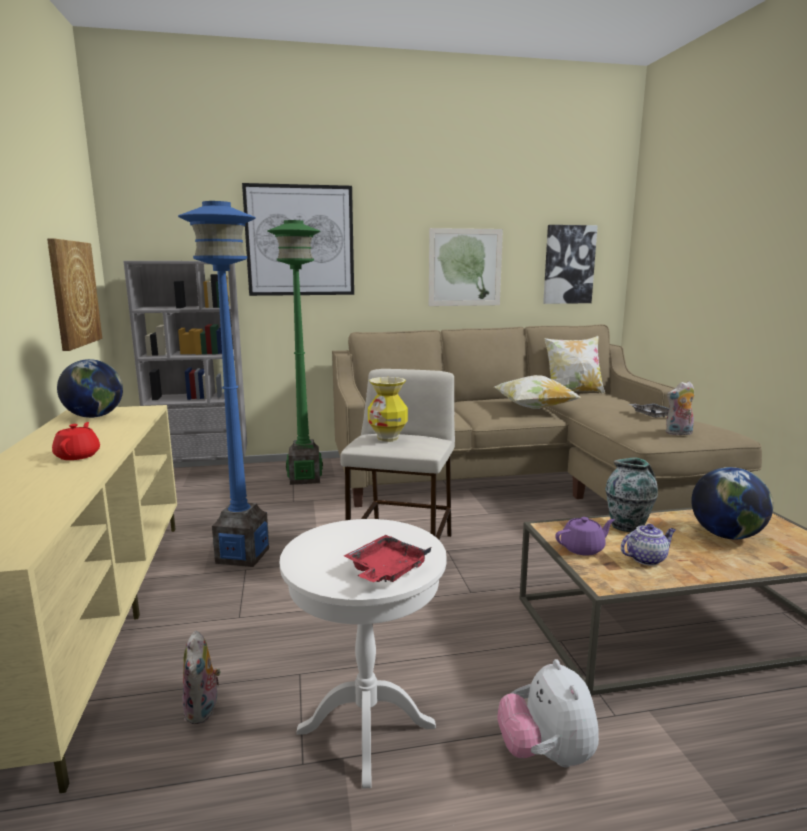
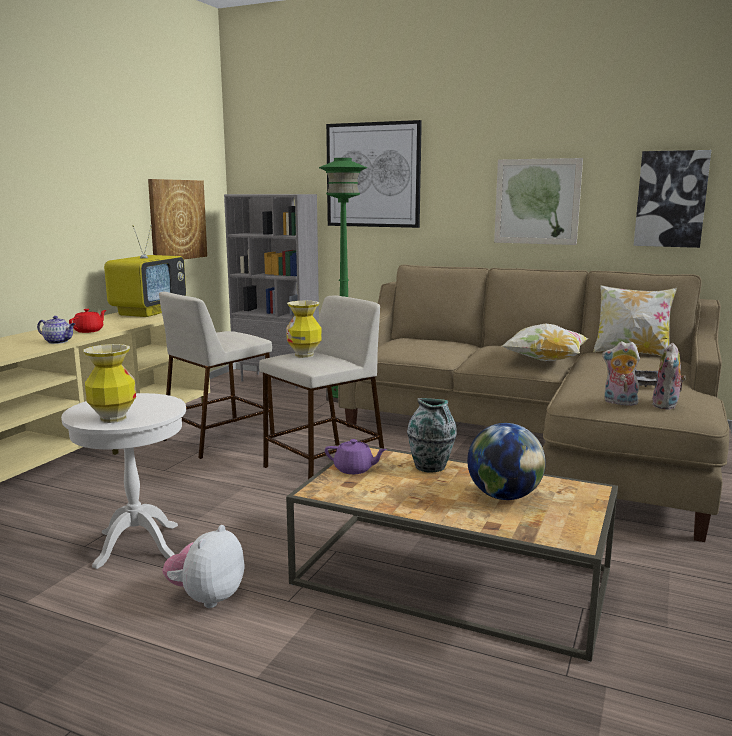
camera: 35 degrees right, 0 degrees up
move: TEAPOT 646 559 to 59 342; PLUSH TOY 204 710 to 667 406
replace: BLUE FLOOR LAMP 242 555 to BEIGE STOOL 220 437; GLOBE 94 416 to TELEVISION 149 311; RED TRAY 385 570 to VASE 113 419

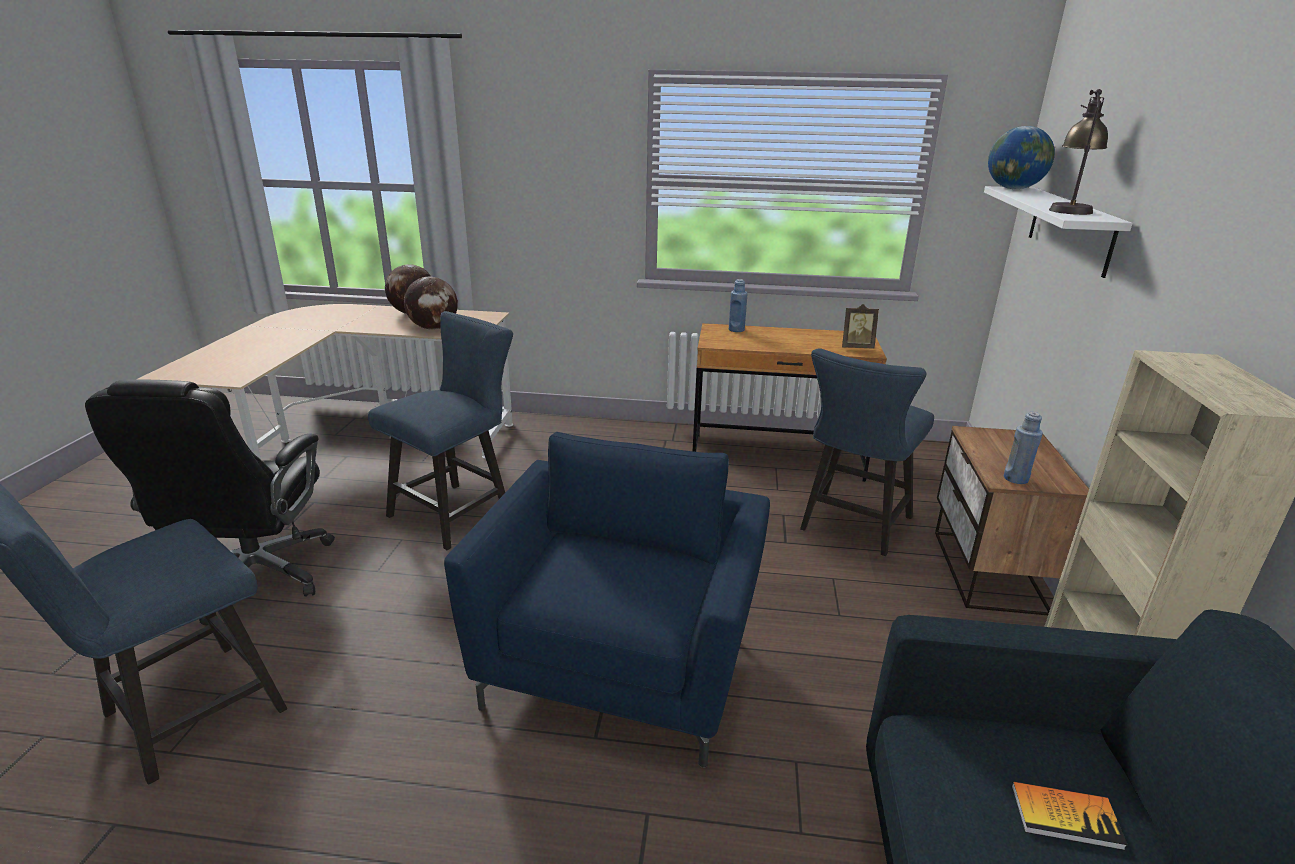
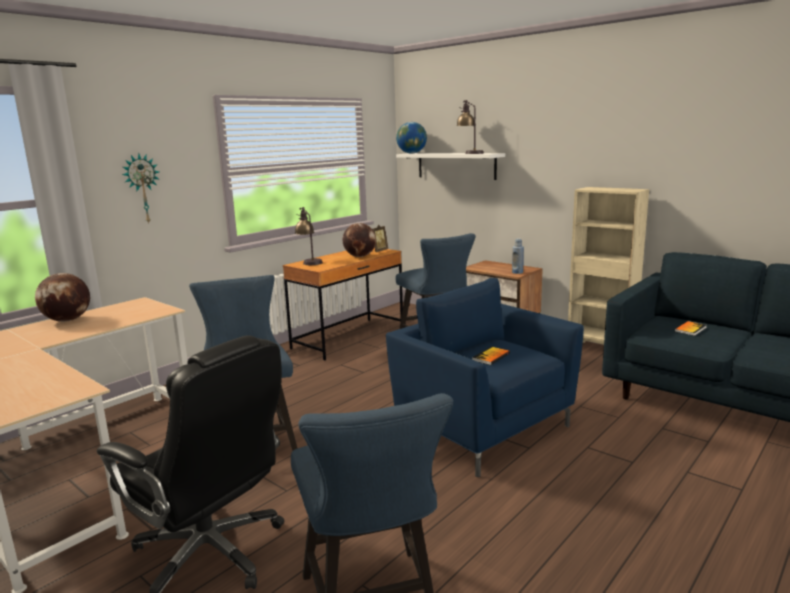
camera: 55 degrees left, 10 degrees down
insert: WALL CLOCK 142 189; BOOK 491 357
move: GLOBE 434 328 to 360 256
replace: BLUE BOTTLE 736 330 to TABLE LAMP 309 262

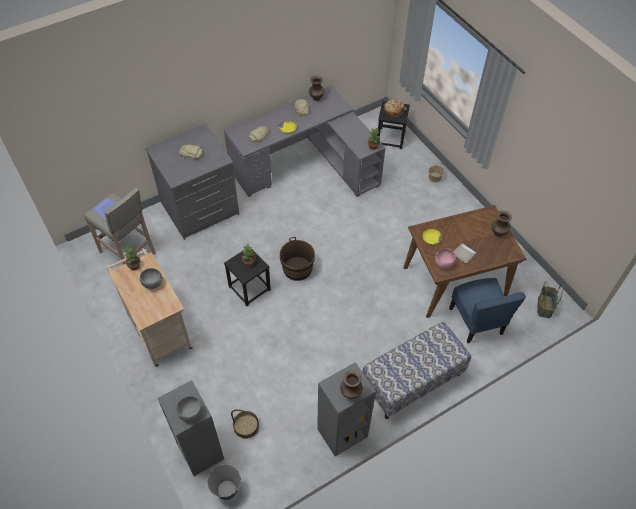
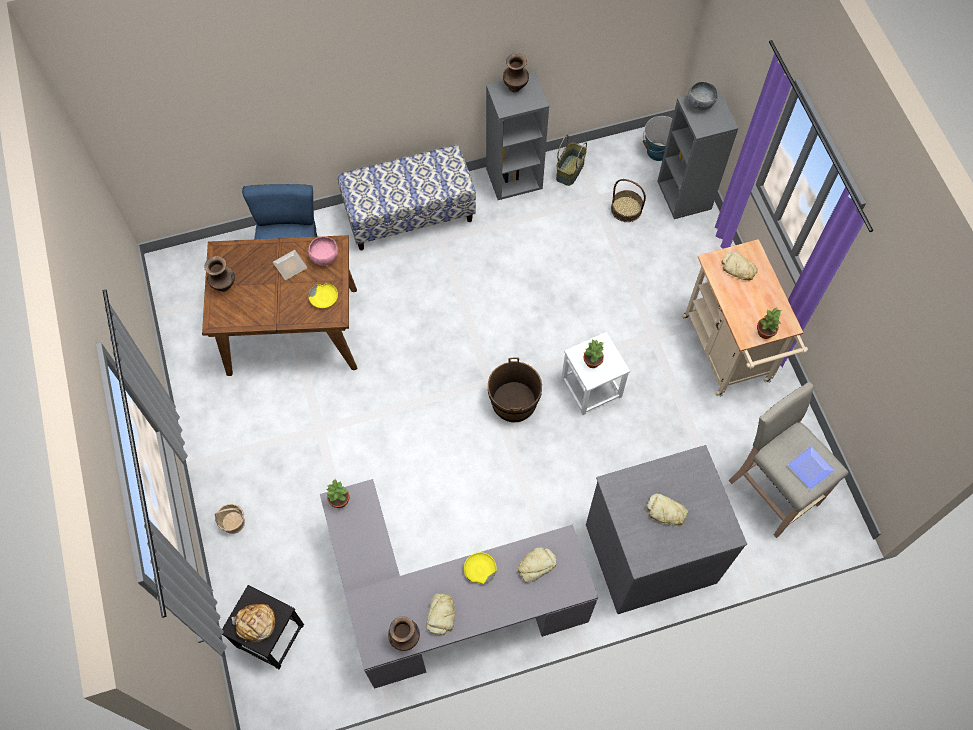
camera: 165 degrees left, 10 degrees up
delete: GREY BOWL 153 284
insert: BREAD 738 269
move: BASKET 545 306 to 569 170
recolor: BLACK STOOL 249 288 to WHITE STOOL 592 387

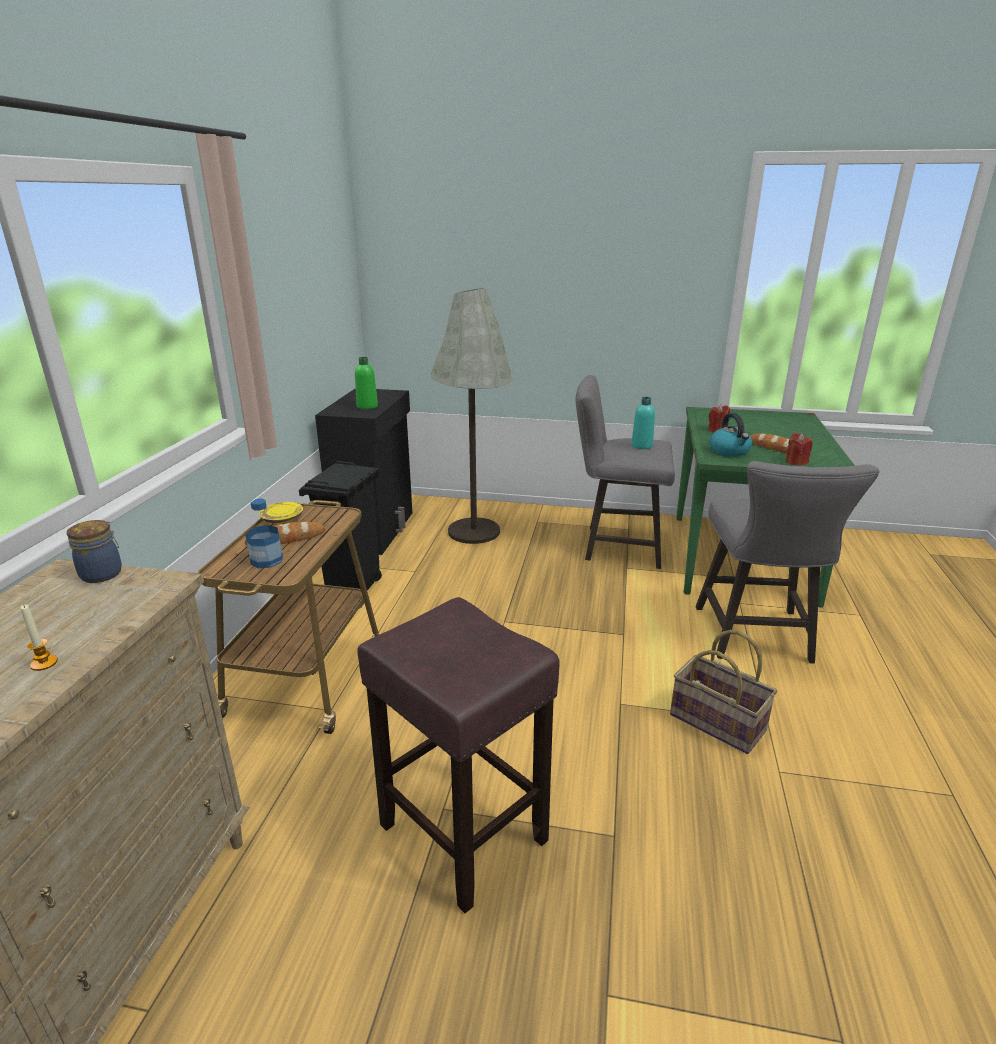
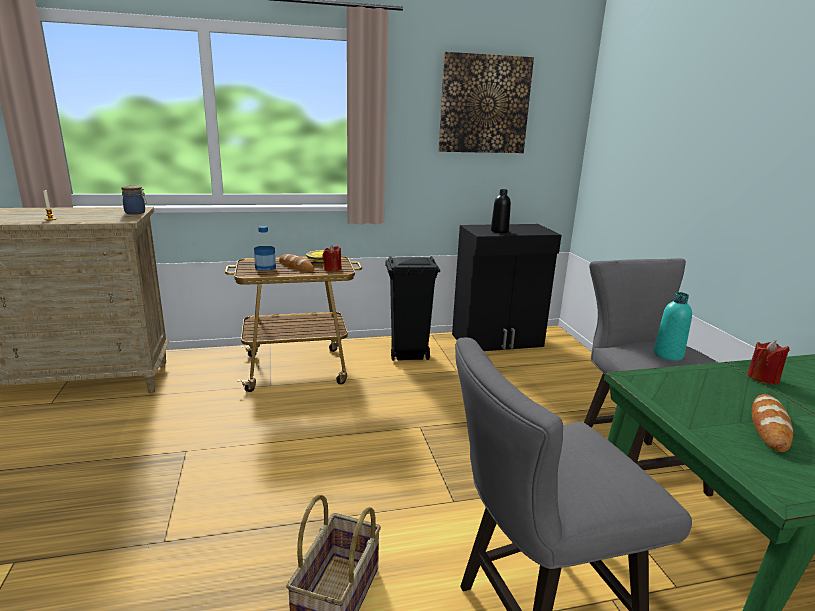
camera: 65 degrees right, 5 degrees down
delete: GREY FLOOR LAMP 474 531; KETTLE 729 451; BROWN STOOL 460 831
insert: PICTURE 484 104
move: RED CANDLE 796 462 to 332 269
recolor: GREEN BOTTLE 367 406 to BLACK BOTTLE 499 231

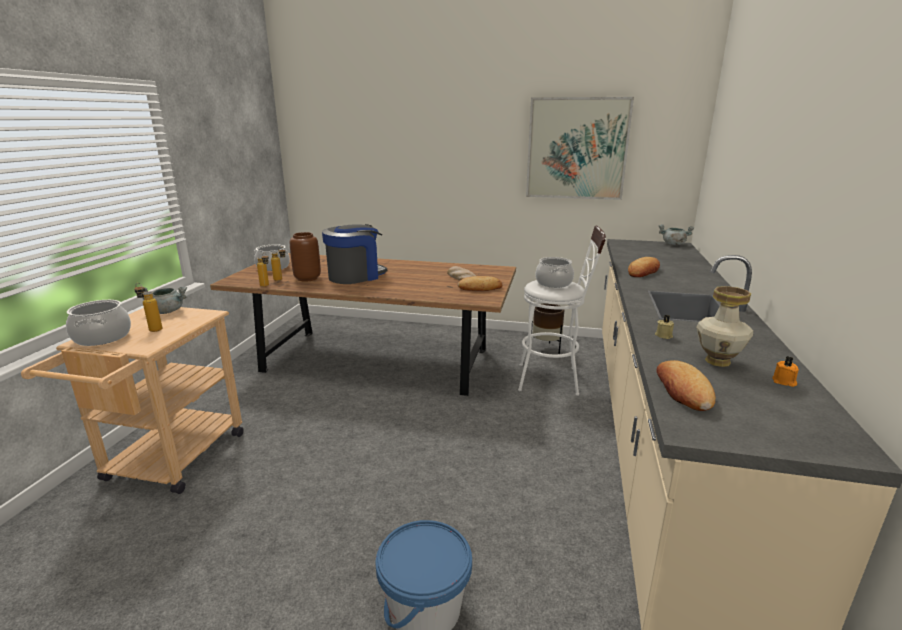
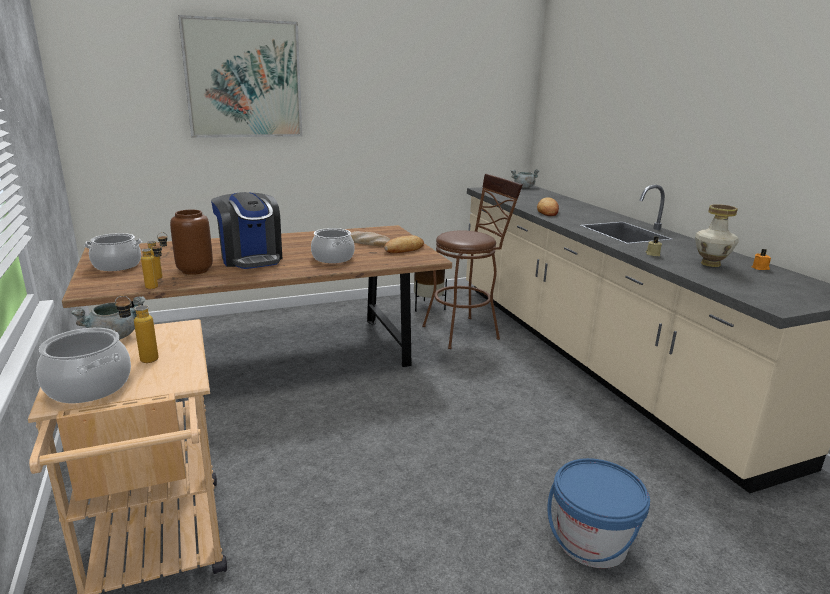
camera: 35 degrees left, 0 degrees up
delete: BREAD 683 391
move: PICTURE 577 149 to 243 79; COOKING POT 554 283 to 333 258
recolor: WHITE STOOL 554 379 to BROWN STOOL 466 331
rotate: COFFEE MACHINE 355 276 = 251 258 135 degrees clockwise

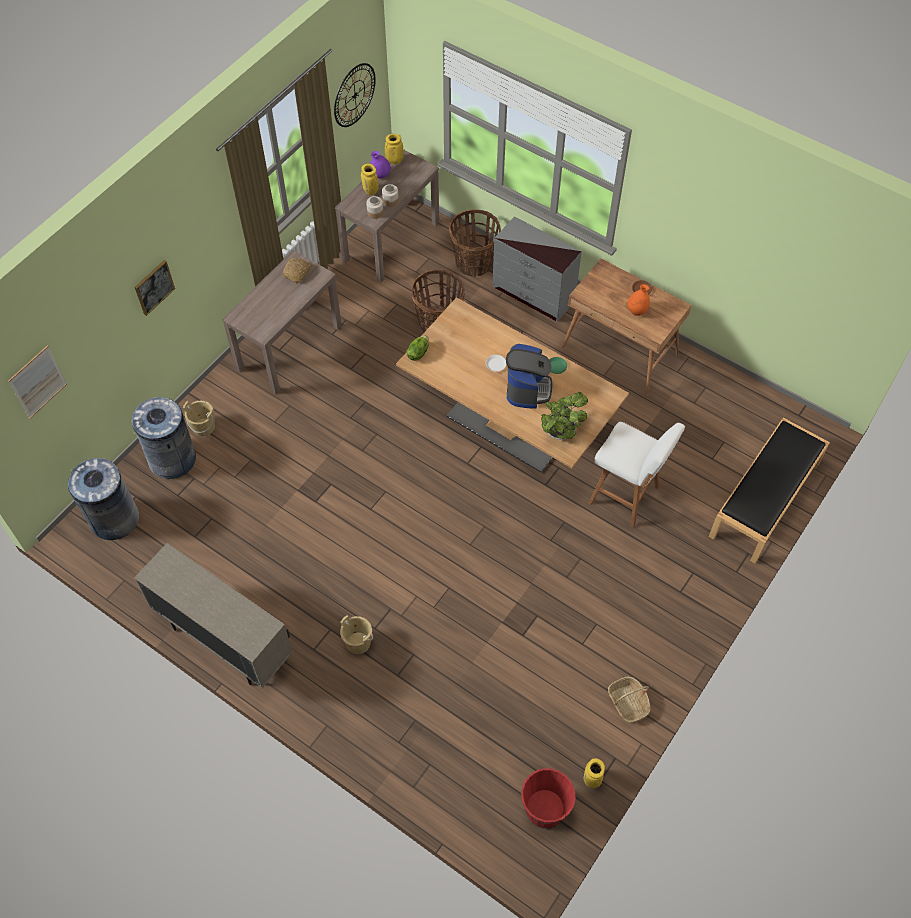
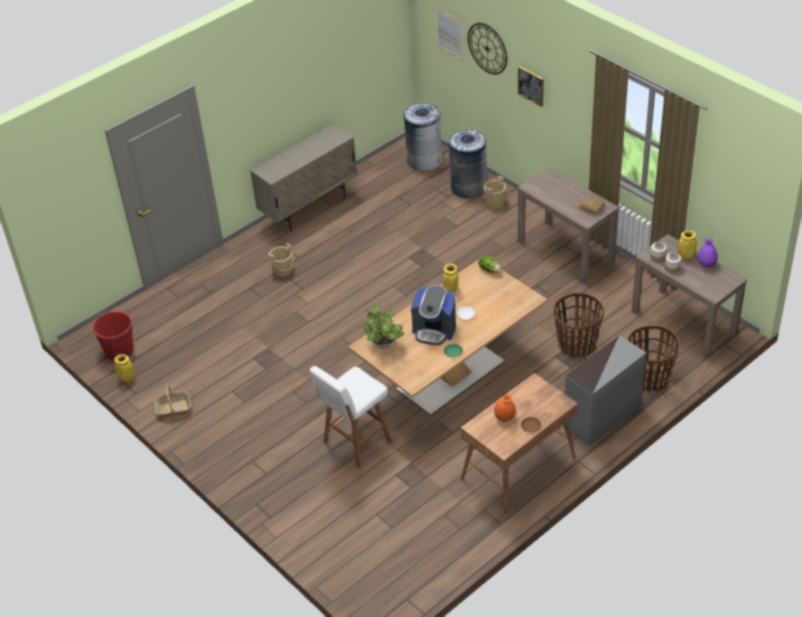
camera: 105 degrees right, 15 degrees down
delete: BLACK BENCH 764 501
move: WALL CLOCK 354 95 to 487 48; YELLOW VASE 394 161 to 450 290

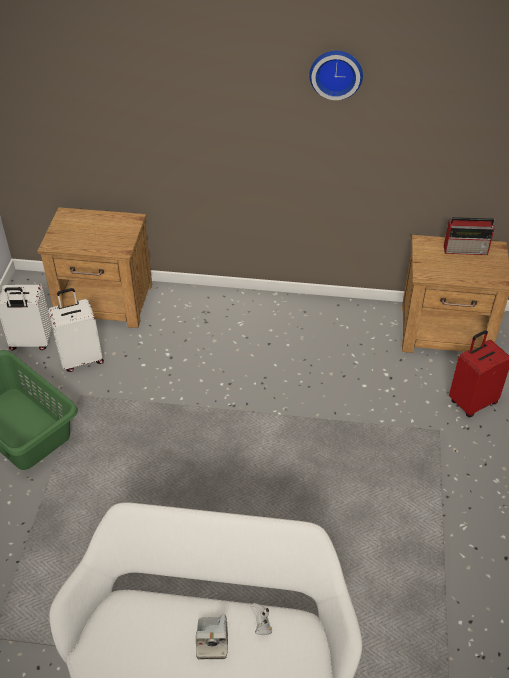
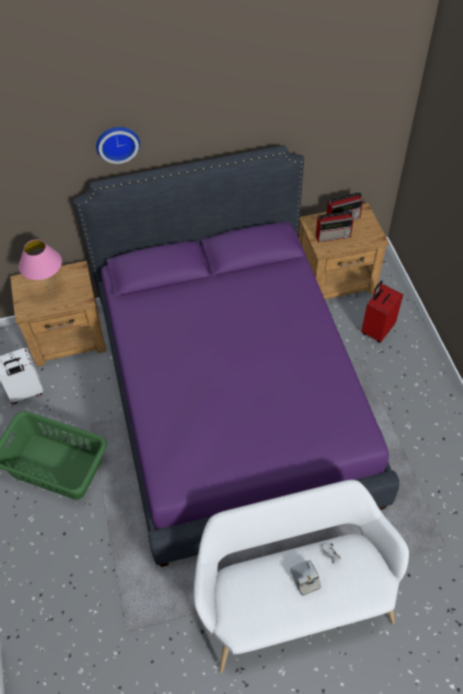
camera: 20 degrees left, 10 degrees up
delete: WHITE SUITCASE 81 359
insert: PURPLE BED 233 400; RADIO 333 236; PINK TABLE LAMP 50 292
move: WALL CLOCK 336 73 to 117 142

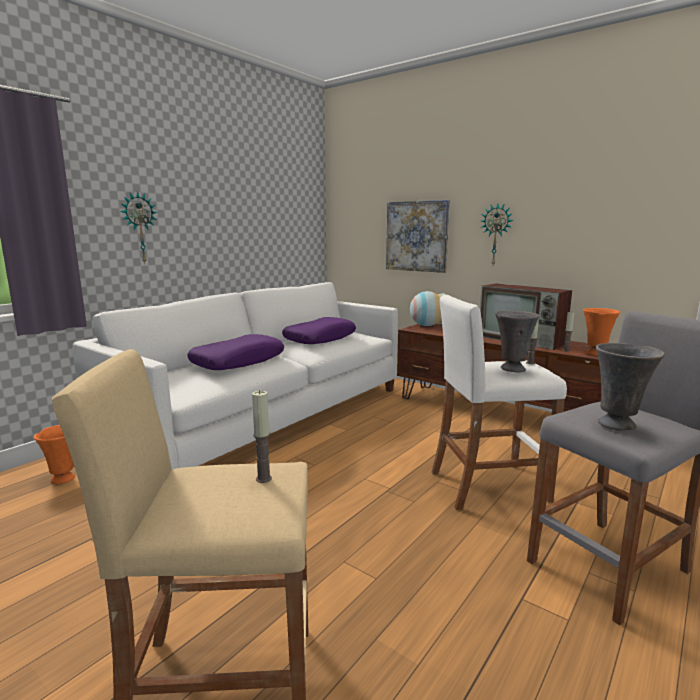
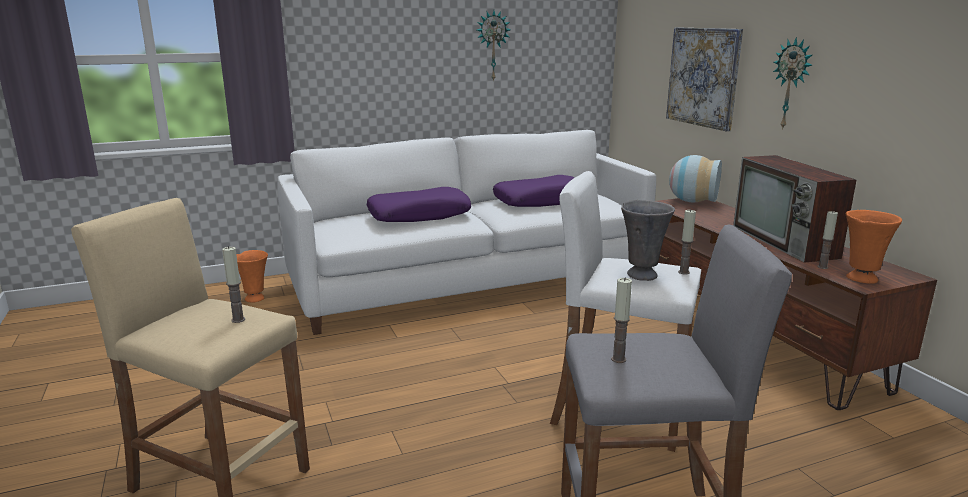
camera: 30 degrees right, 5 degrees up
move: WALL CLOCK 139 228 to 492 45
replace: GREY VASE 618 425 to CANDLE 618 359

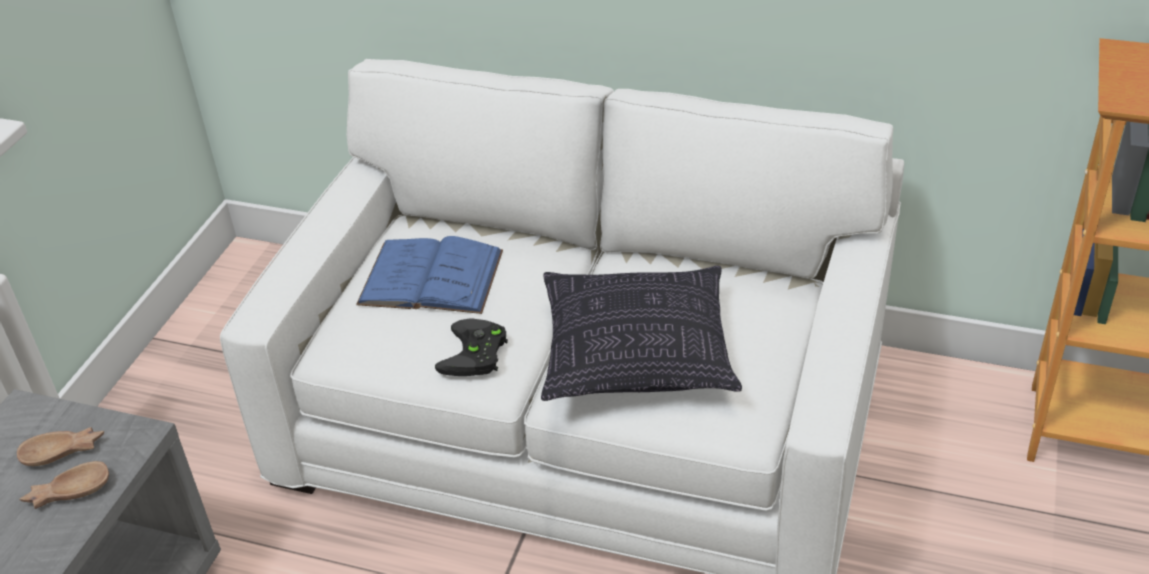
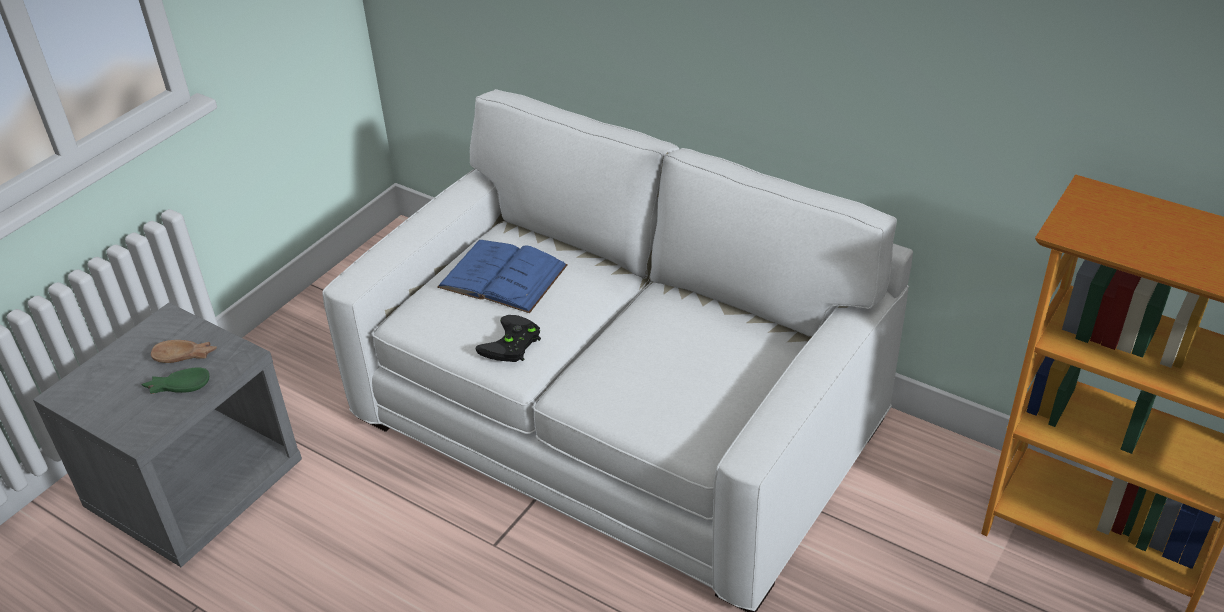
camera: 15 degrees right, 0 degrees up
delete: PILLOW 637 354
recolor: BROWN BOWL 68 491 to GREEN BOWL 178 386

